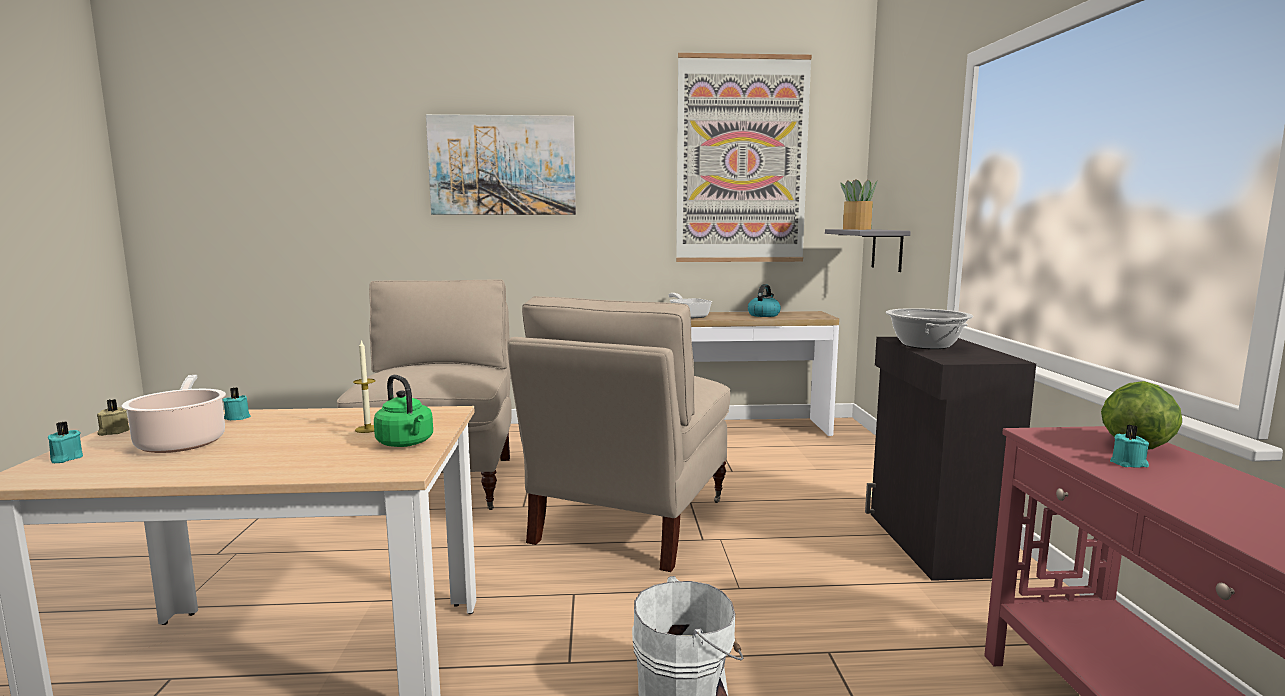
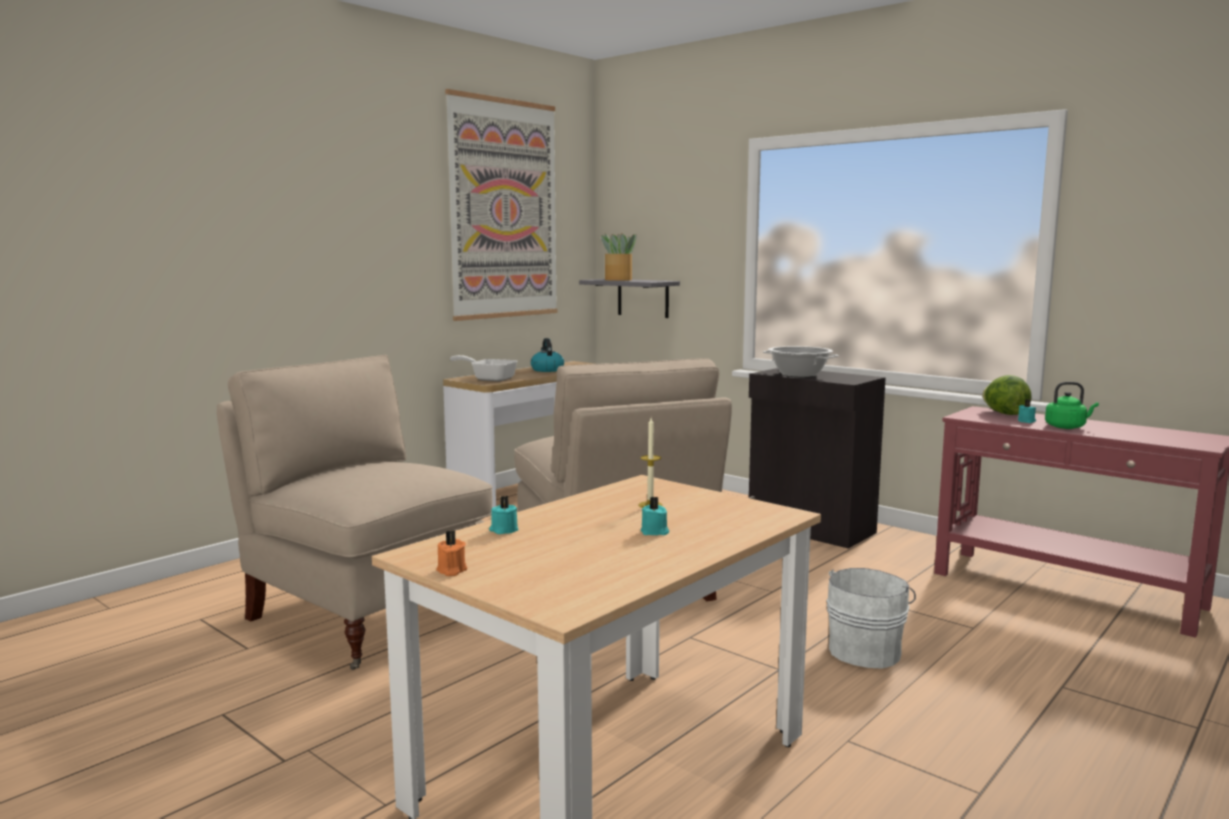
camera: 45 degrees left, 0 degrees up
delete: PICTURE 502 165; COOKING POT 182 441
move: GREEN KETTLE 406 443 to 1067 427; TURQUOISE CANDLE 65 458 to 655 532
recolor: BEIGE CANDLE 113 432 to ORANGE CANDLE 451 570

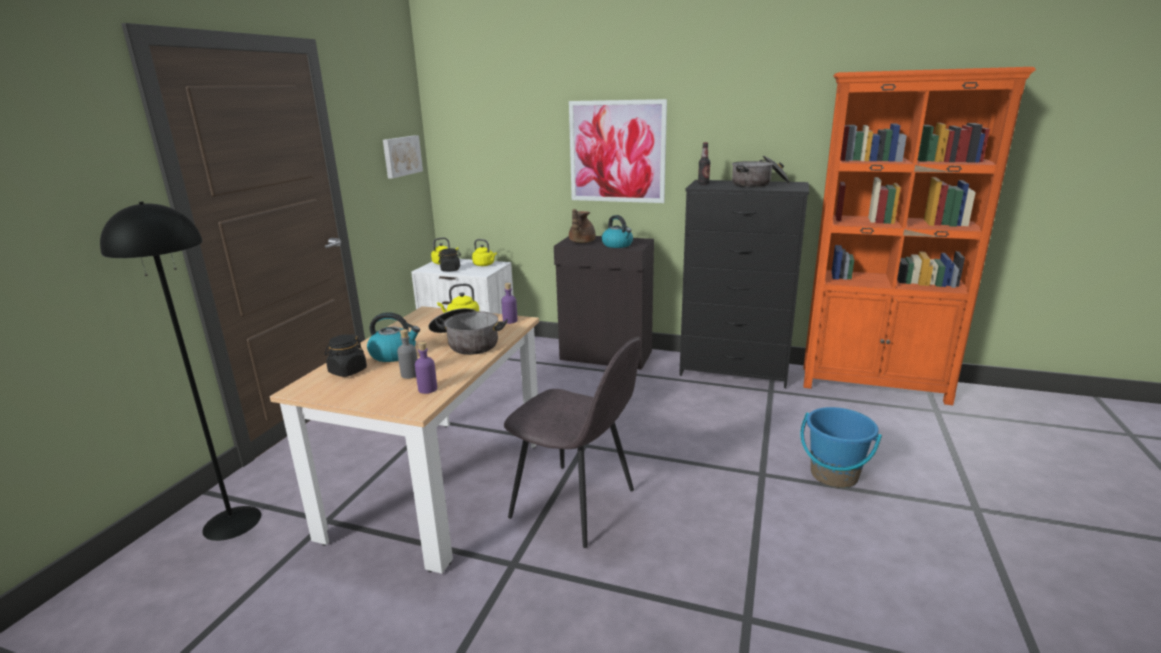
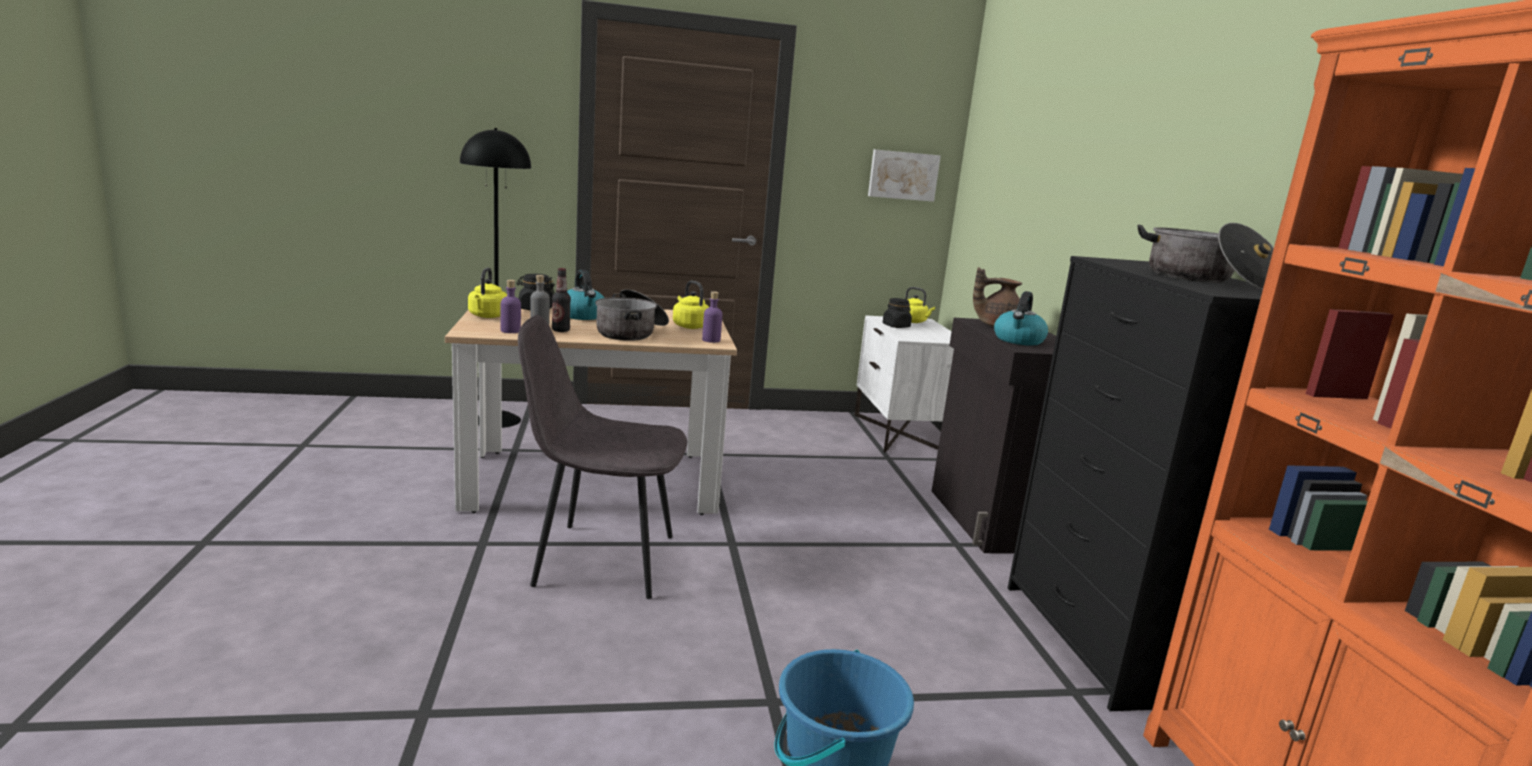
camera: 60 degrees right, 5 degrees down
delete: PICTURE 617 152
move: BOTTLE 703 184 to 560 330; YELLOW KETTLE 485 265 to 487 316
rotate: GREY CHAIR 576 505 = 601 559 90 degrees clockwise

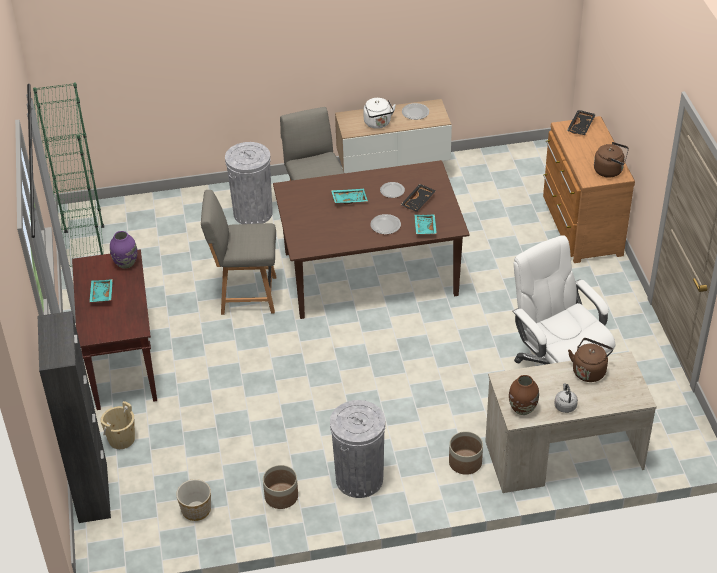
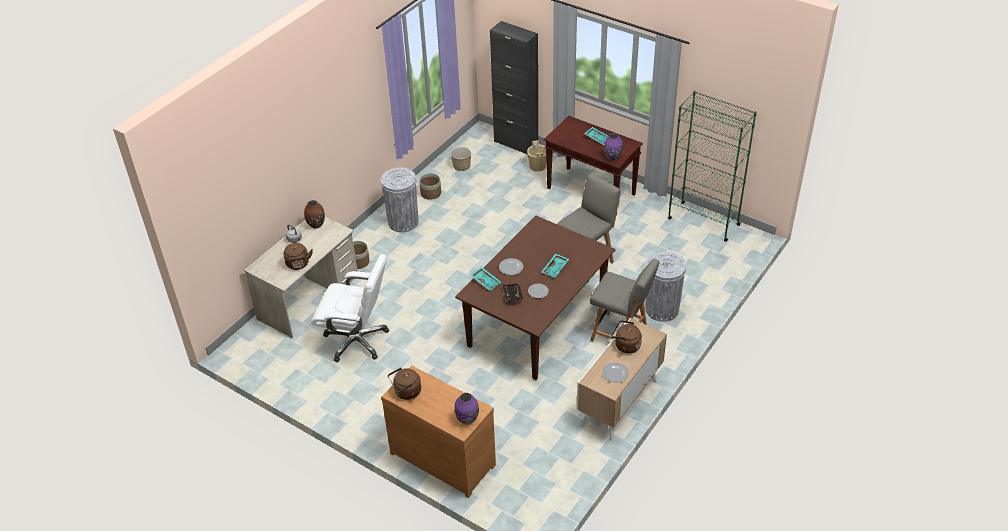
camera: 135 degrees right, 0 degrees up
replace: BLACK TRAY 581 126 to PURPLE VASE 467 419
recolor: WHITE KETTLE 378 123 to BROWN KETTLE 625 346

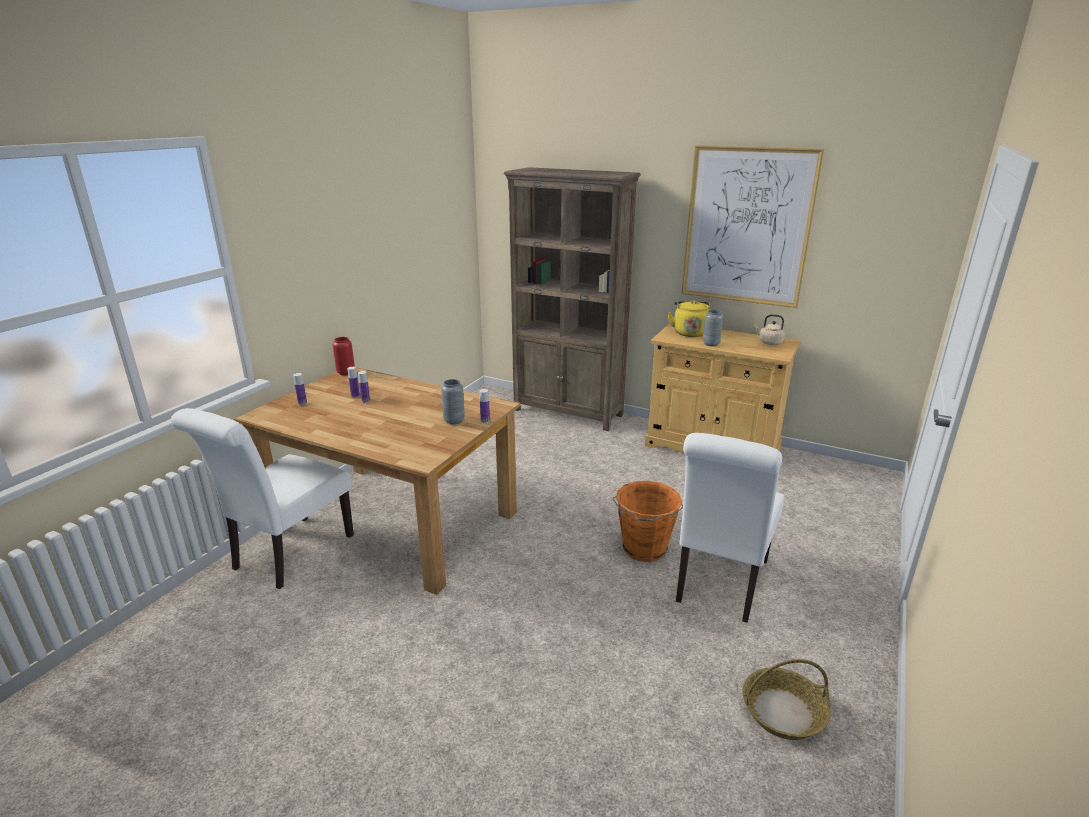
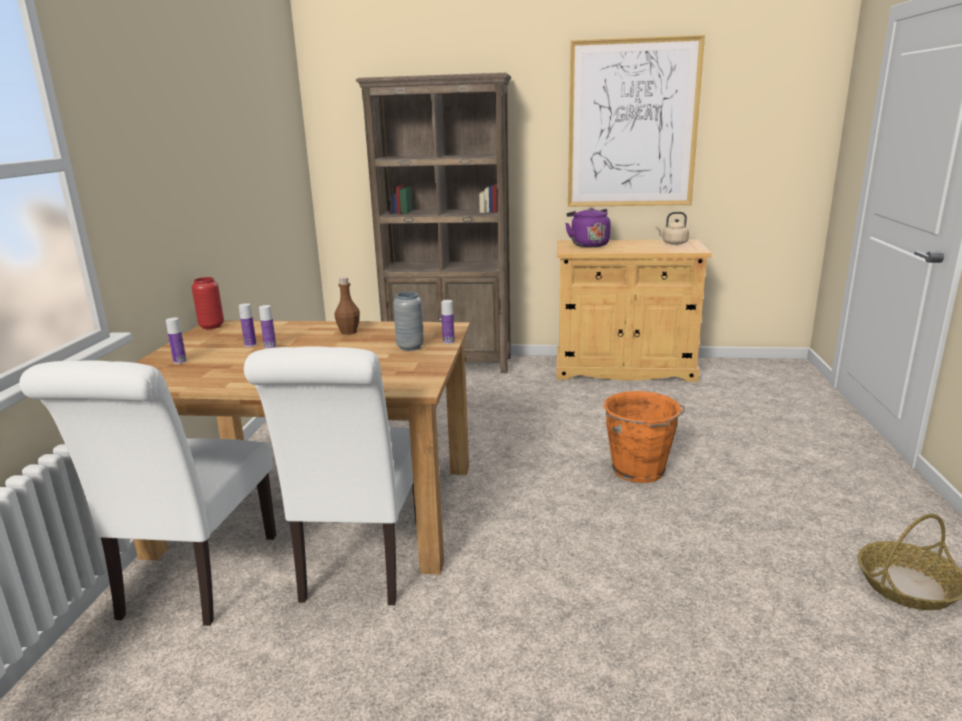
camera: 20 degrees left, 5 degrees down
delete: GREY VASE 711 344
insert: BROWN BOTTLE 349 332
move: WHITE CHAIR 719 584 to 361 564
recolor: YELLOW KETTLE 689 332 to PURPLE KETTLE 588 244

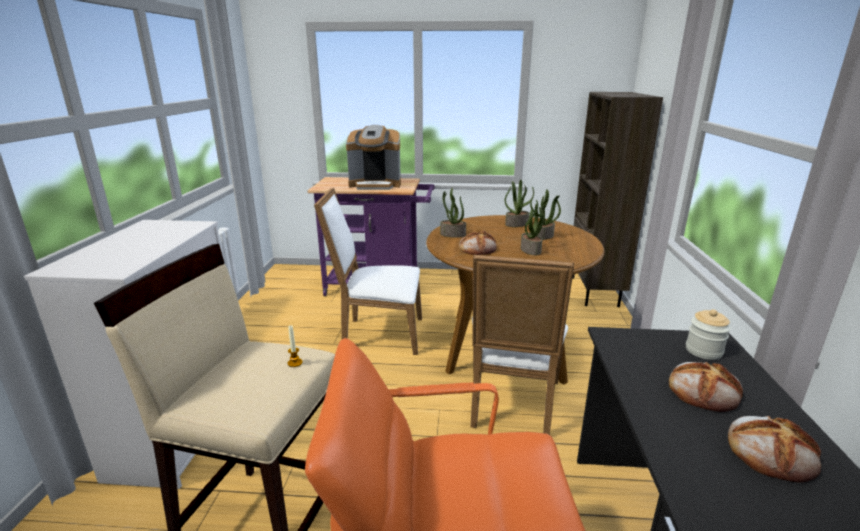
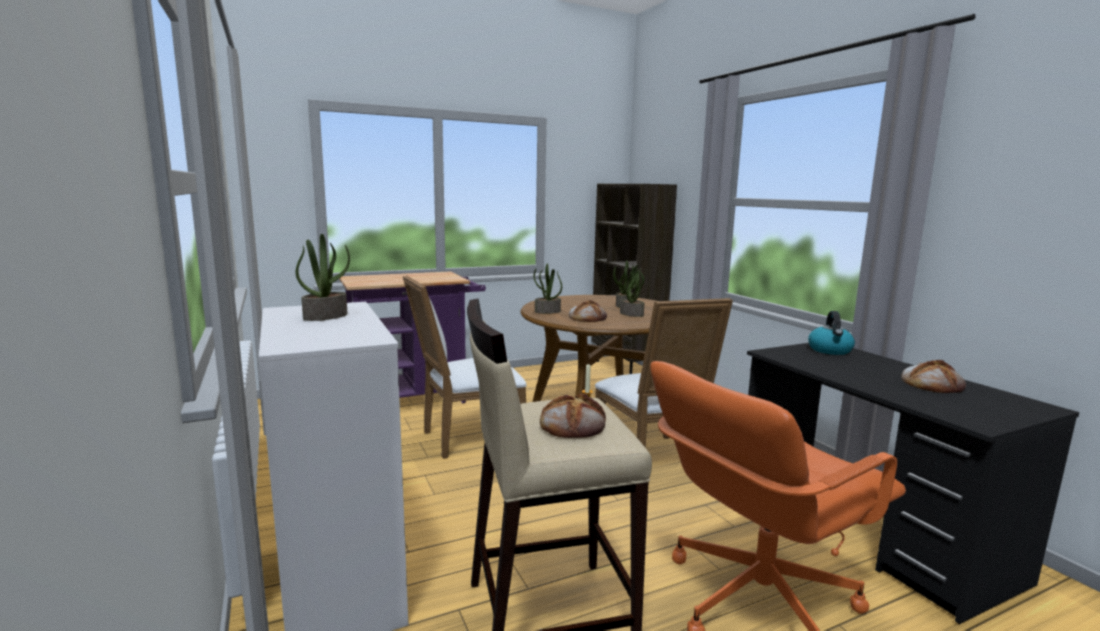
camera: 30 degrees left, 10 degrees down
delete: COFFEE MACHINE 375 185
move: POTTED PLANT 516 224 to 325 316; BREAD 704 390 to 573 424
replace: JAR 703 351 to KETTLE 830 350

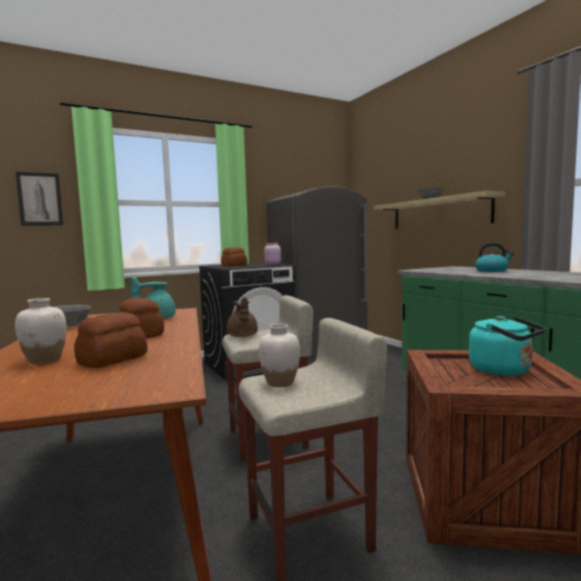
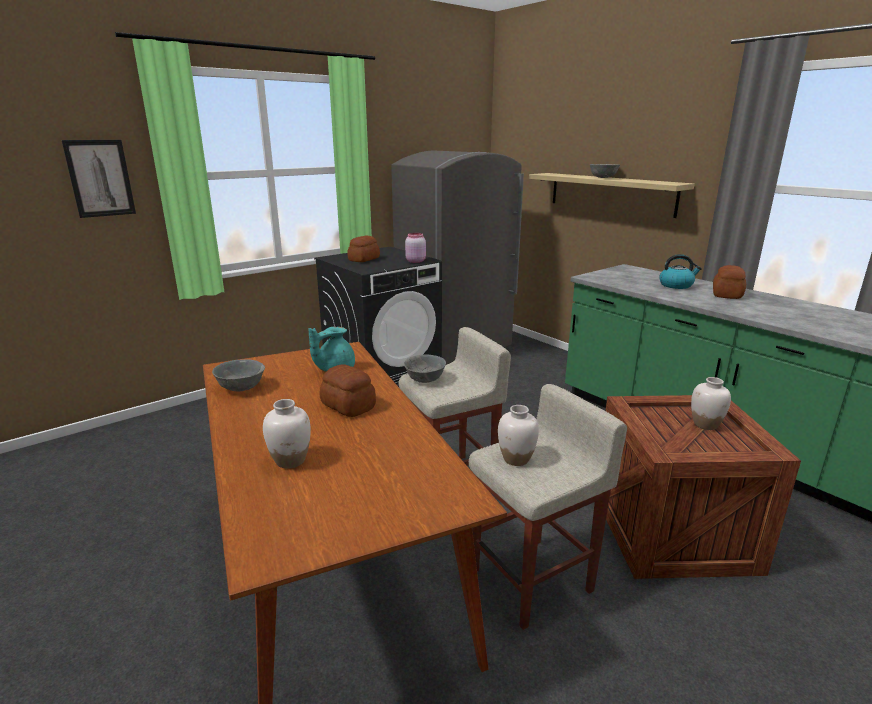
camera: 10 degrees left, 15 degrees up
move: BREAD 111 360 to 726 294
replace: BROWN TEAPOT 242 336 to GREY BOWL 425 380; TURQUOISE KETTLE 504 371 to WHITE VASE 705 425

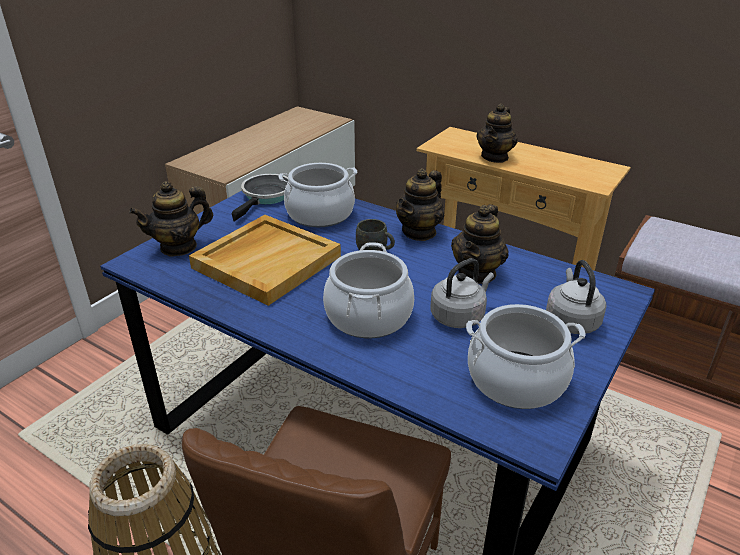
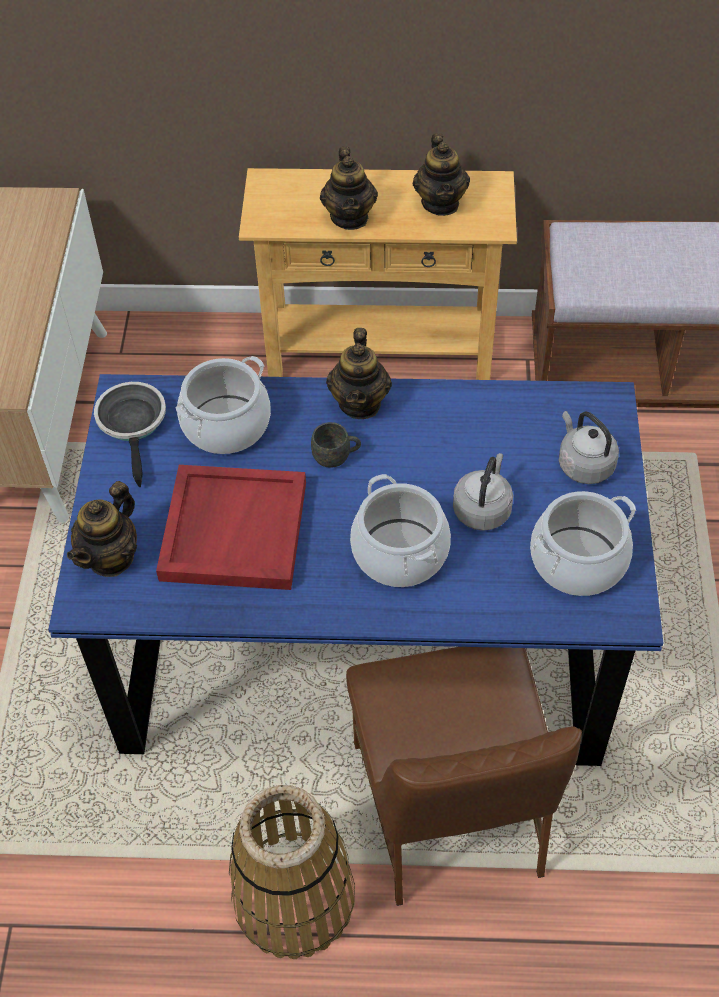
camera: 30 degrees left, 20 degrees up
move: TEAPOT 477 273 to 441 203
recolor: BEIGE TRAY 267 261 to RED TRAY 233 529

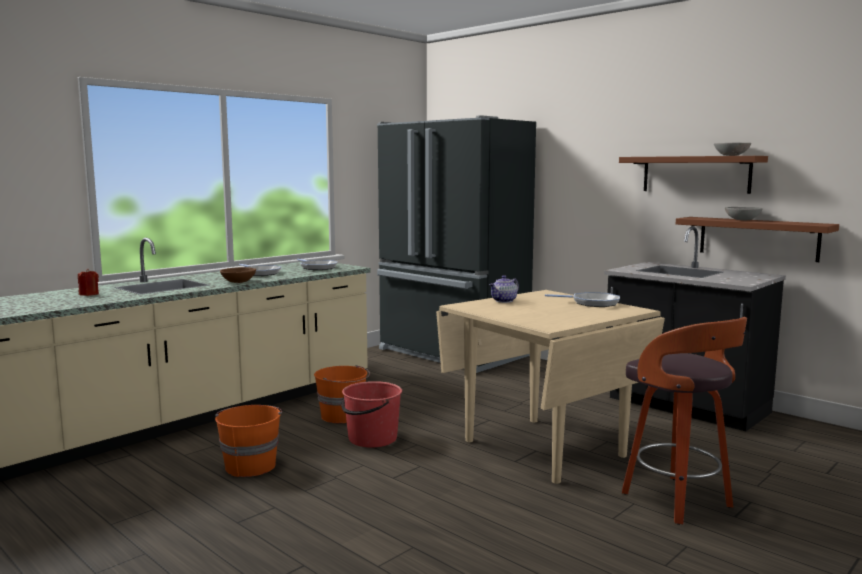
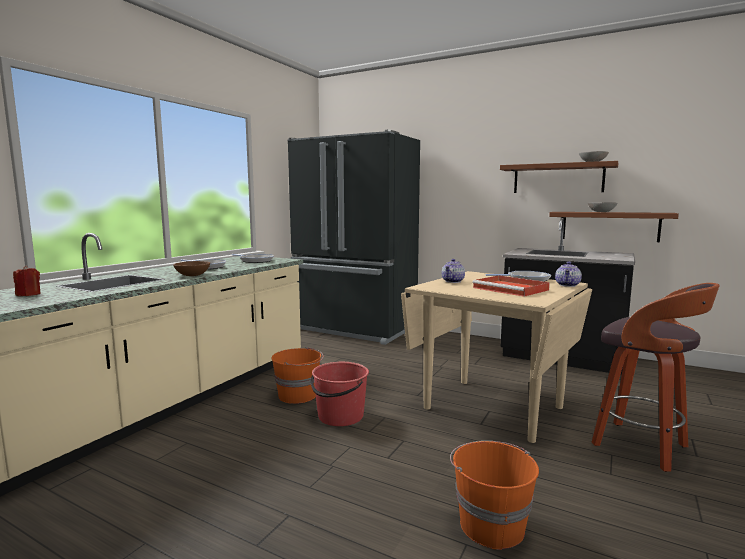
camera: 15 degrees left, 0 degrees up
insert: TEAPOT 568 285; RED TRAY 512 289
move: ORANGE BUCKET 250 465 to 490 524

